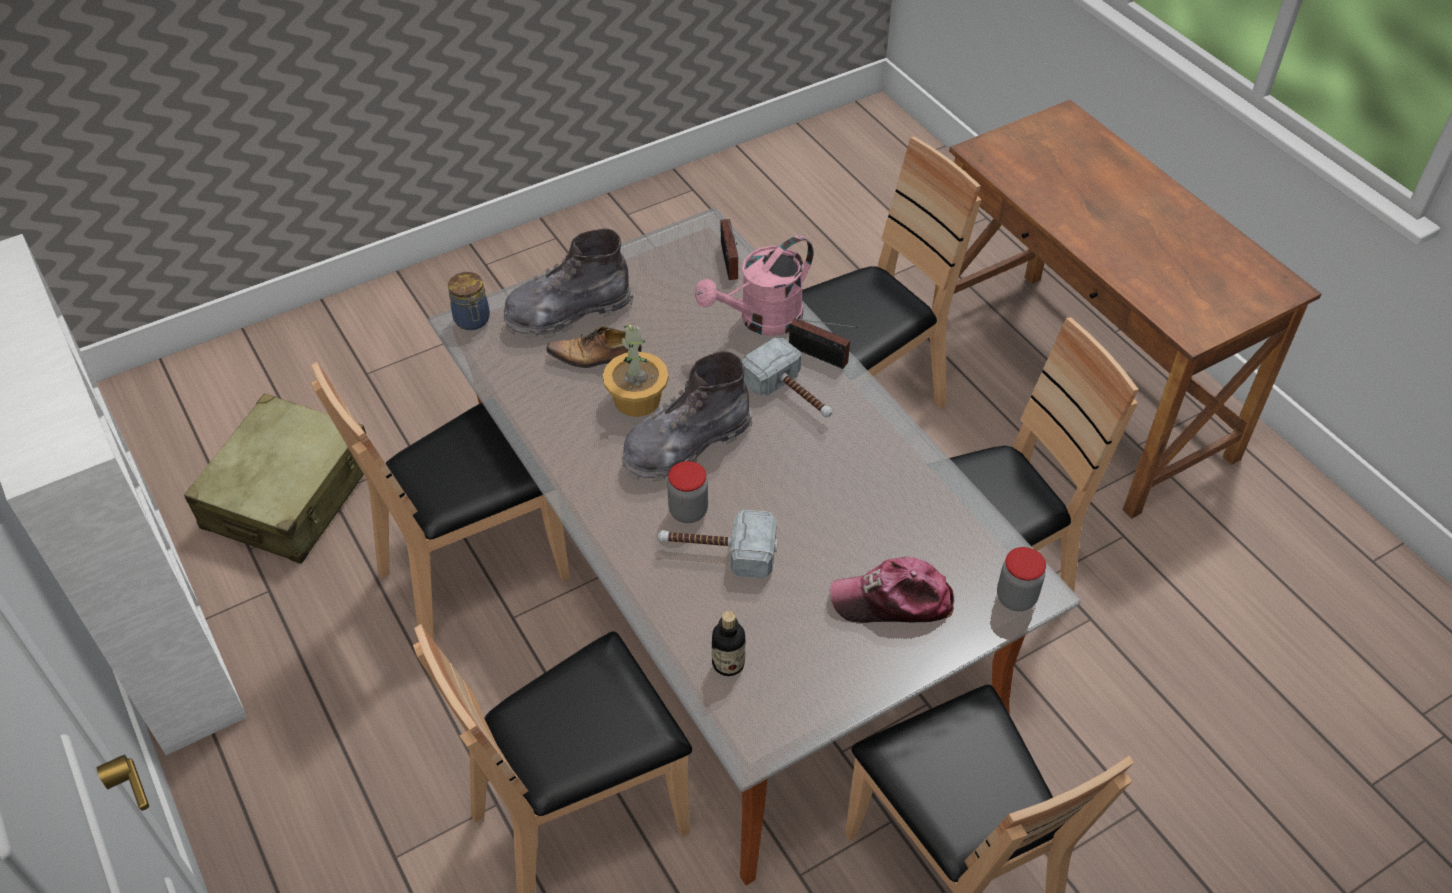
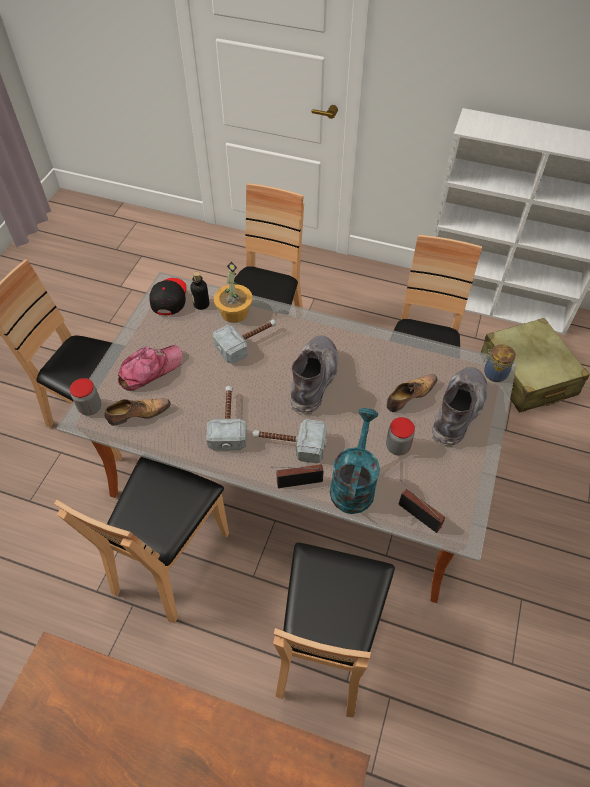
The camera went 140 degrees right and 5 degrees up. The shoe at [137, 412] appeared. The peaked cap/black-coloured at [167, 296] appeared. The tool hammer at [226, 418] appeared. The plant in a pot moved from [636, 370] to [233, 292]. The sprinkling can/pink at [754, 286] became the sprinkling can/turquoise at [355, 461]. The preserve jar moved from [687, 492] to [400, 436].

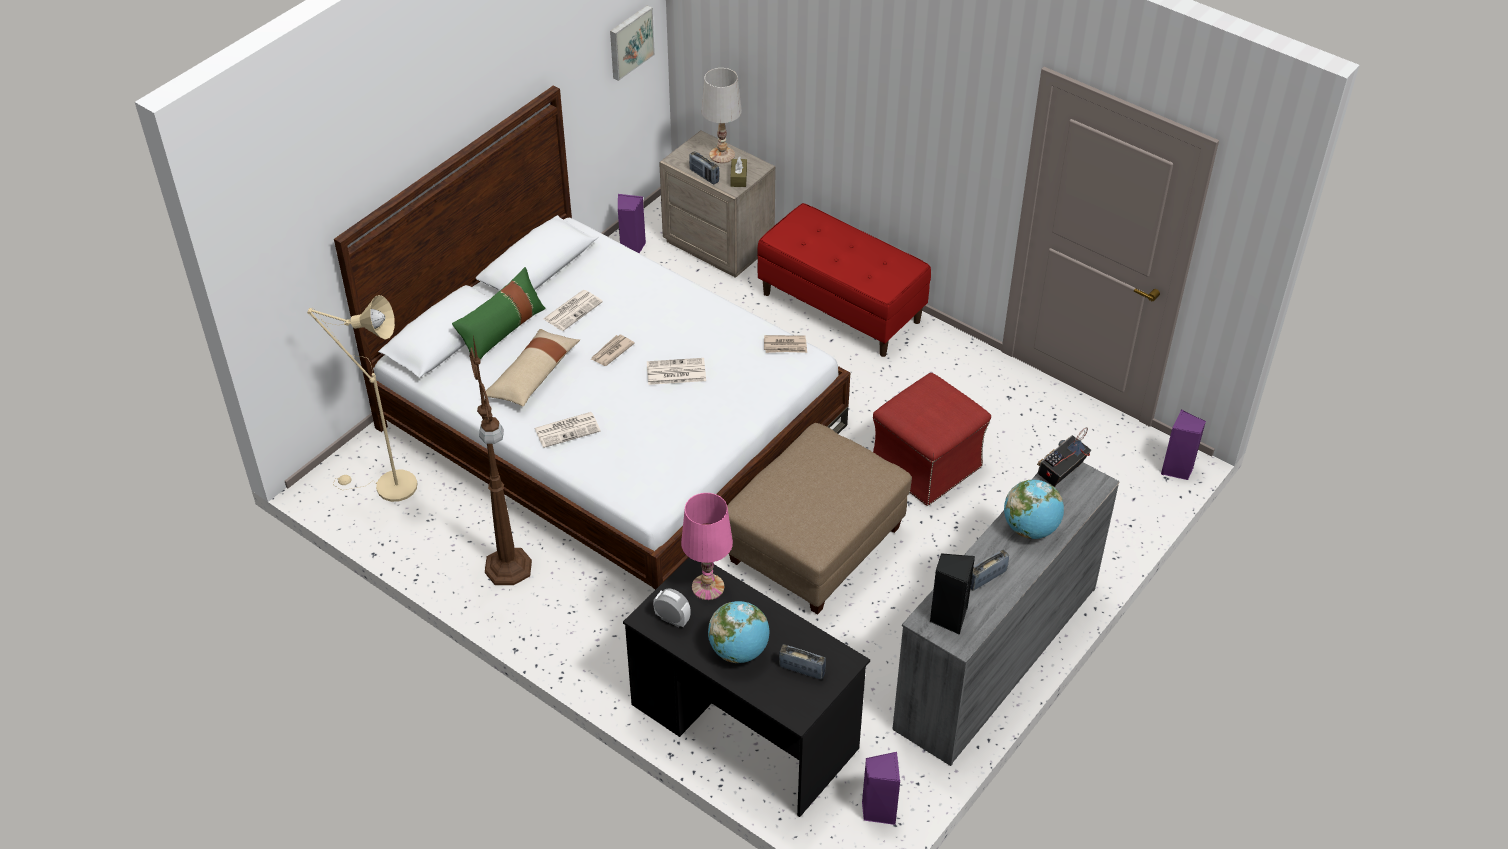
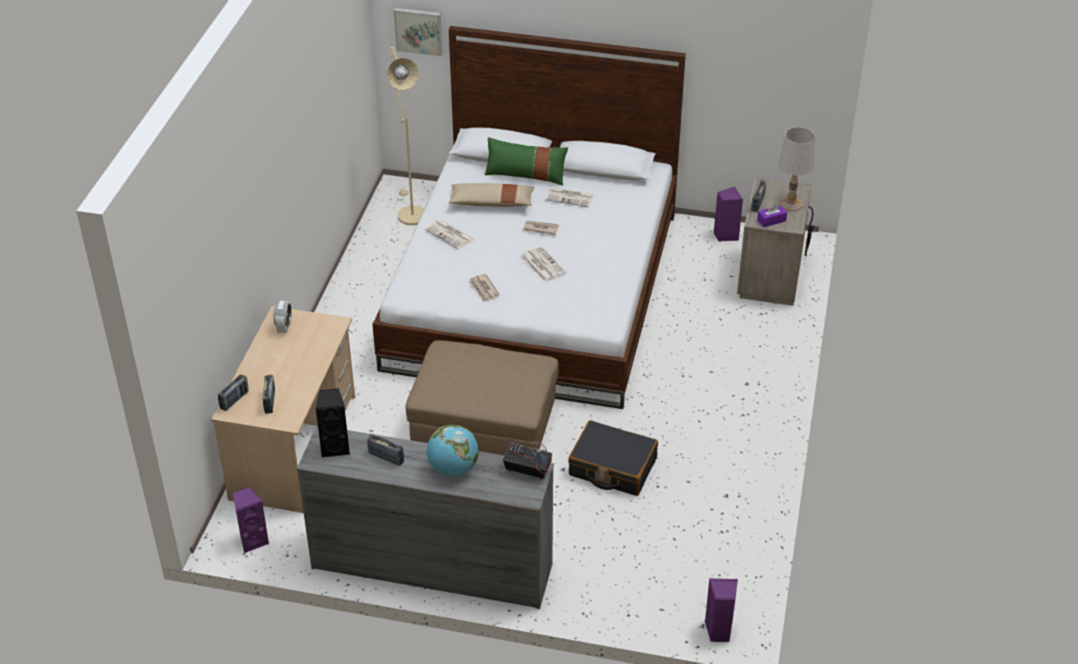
The camera went 65 degrees right and 5 degrees down. The desk unit/black-coloured at [746, 687] became the desk unit/beige-coloured at [283, 409]. The radio receiver at [233, 392] appeared. The wall art moved from [632, 43] to [418, 32]. The printed paper moved from [785, 344] to [484, 288]. The pouffe/reddish at [932, 439] was replaced by the travel case/black-coloured at [613, 458]. The tissue box/brownish at [738, 171] became the tissue box/purplish at [772, 215]. The standard lamp/brownish at [500, 461] disappeared. The lamp for a table/pink at [707, 546] disappeared. The world globe at [738, 632] disappeared. The bench/reddish at [844, 280] disappeared.

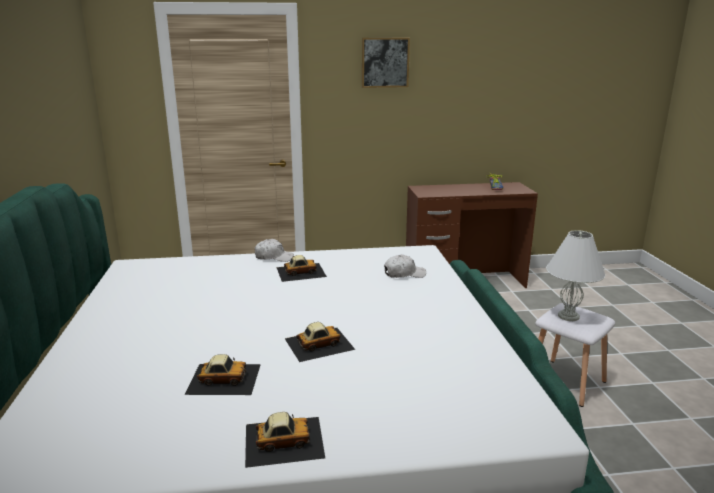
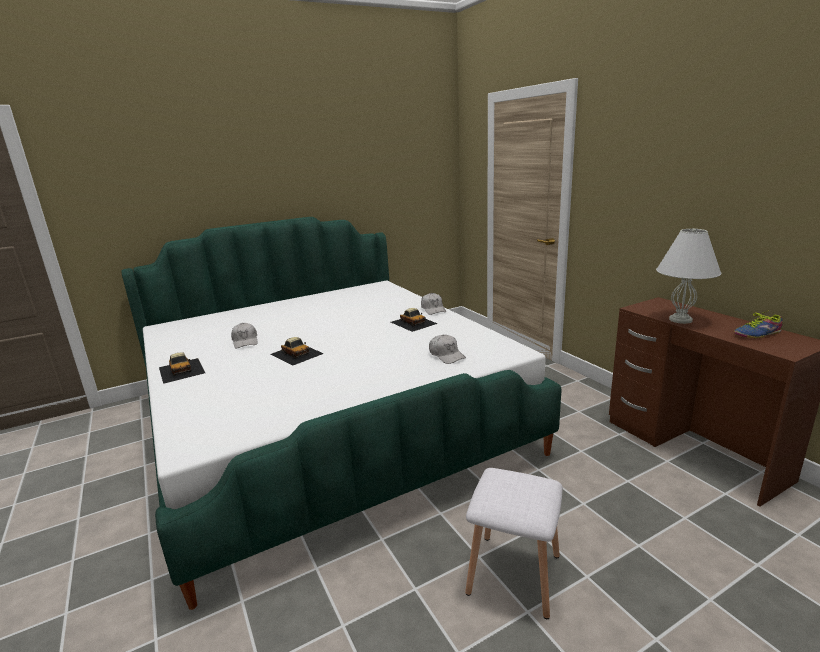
The camera went 70 degrees right and 0 degrees up. The toy car at [222, 374] was replaced by the peaked cap/white at [244, 335]. The lamp for a table/white moved from [575, 275] to [688, 276]. The wall art at [386, 63] disappeared.

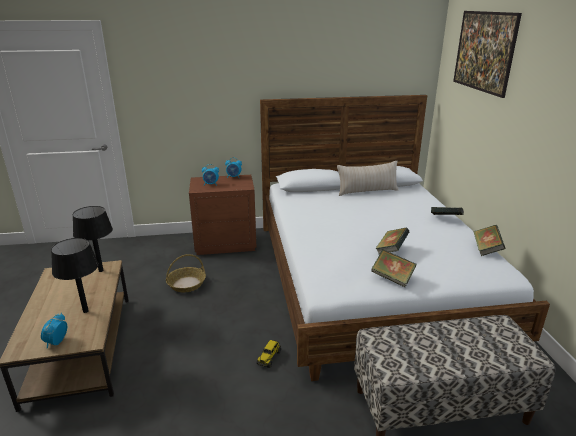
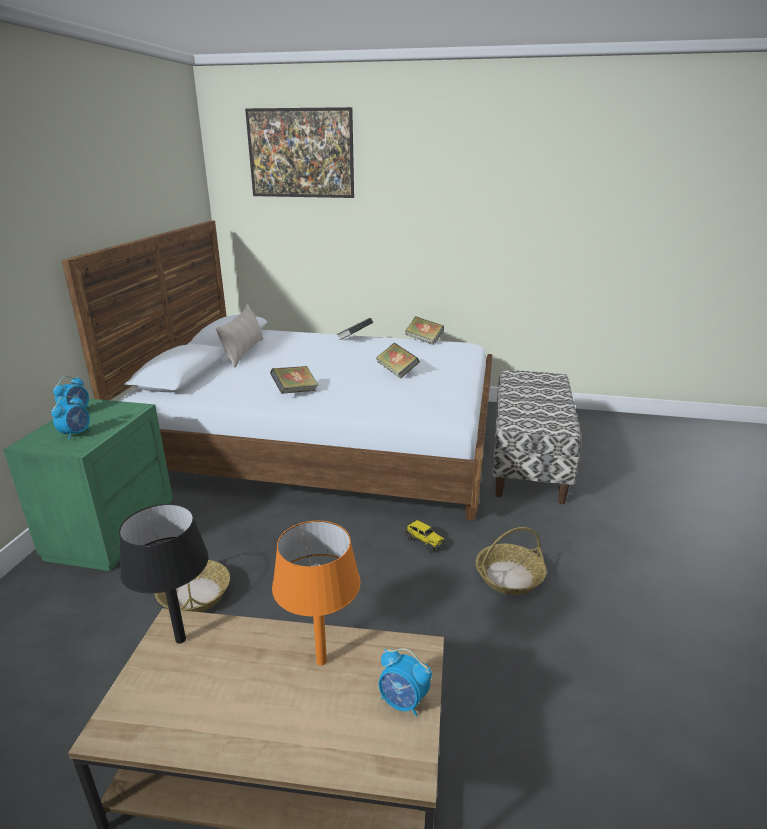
The camera went 70 degrees left and 0 degrees up. The night table/brownish at [223, 215] became the night table/greenish at [88, 485]. The book moved from [393, 268] to [294, 380]. The lamp for a table/black-coloured at [75, 275] became the lamp for a table/orangey at [316, 593]. The household basket at [511, 561] appeared.

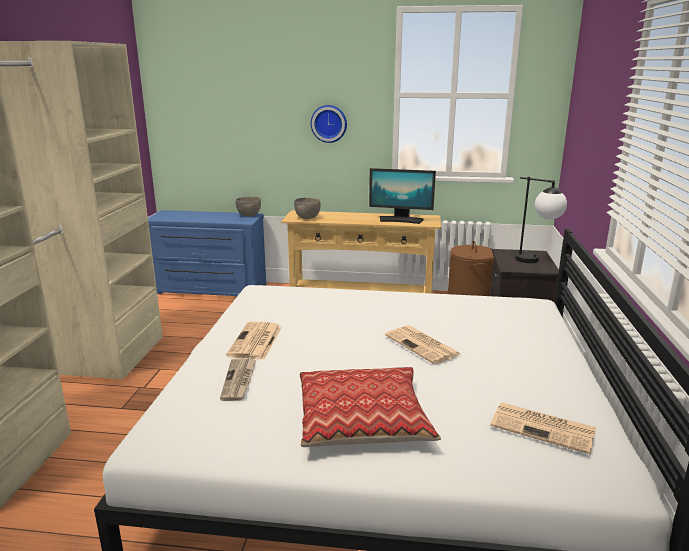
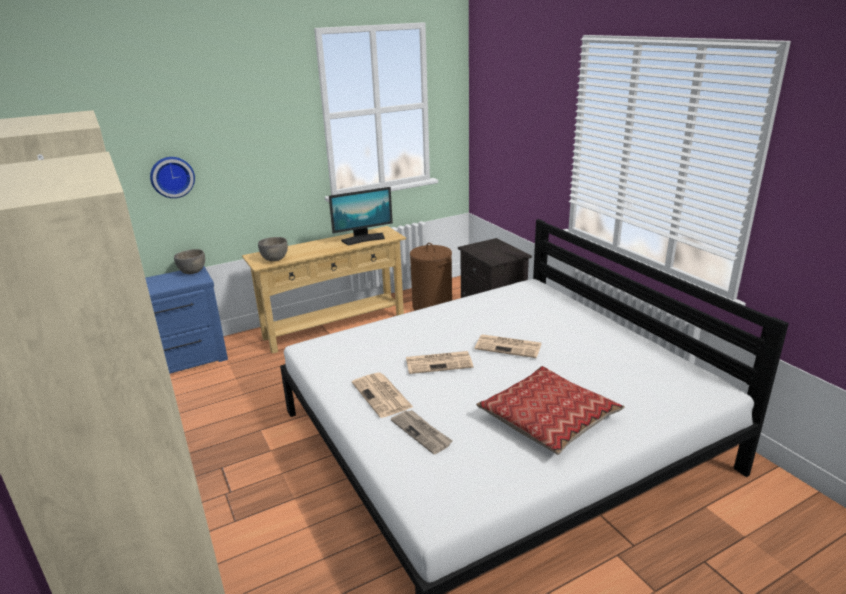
The camera went 35 degrees left and 5 degrees up. The hanging clock moved from [329, 124] to [172, 177]. The printed paper moved from [543, 428] to [439, 362]. The lamp for a table at [541, 220] disappeared.

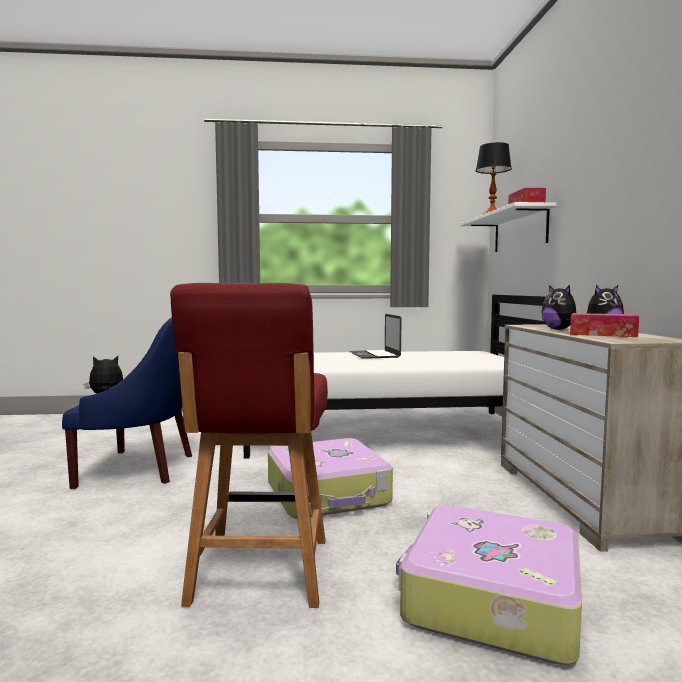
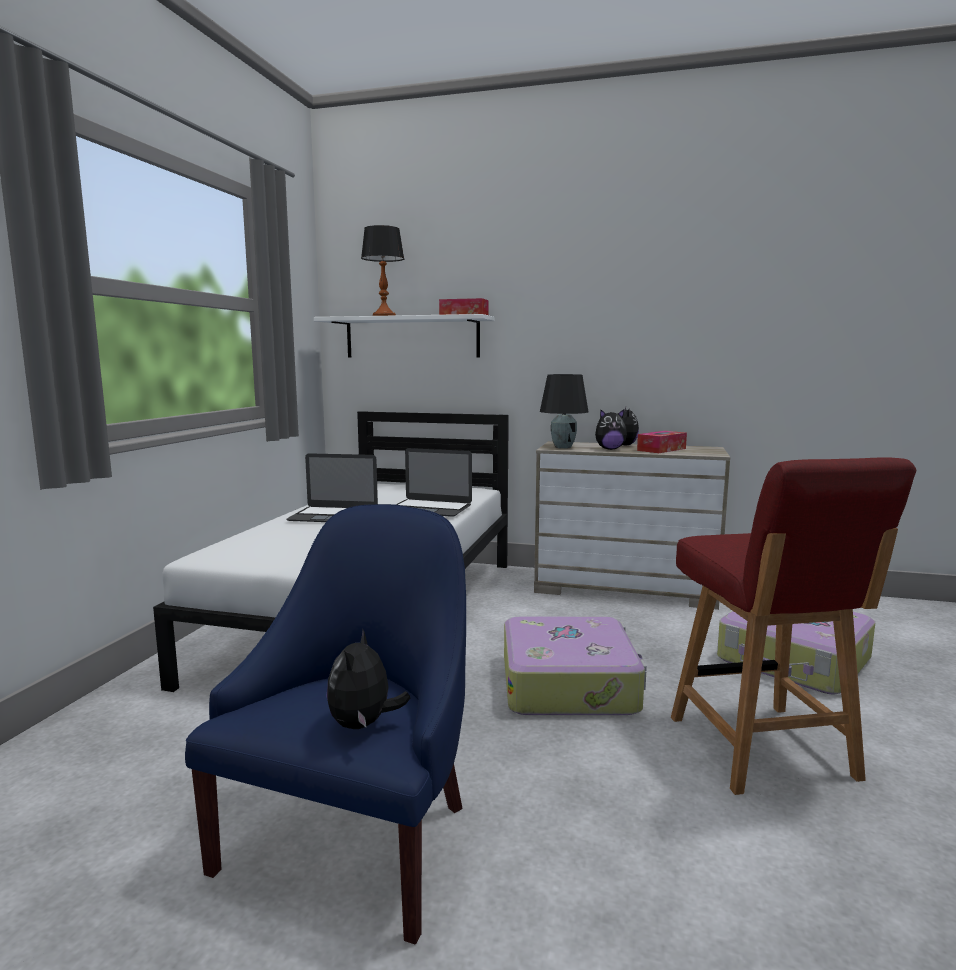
The camera went 70 degrees left and 5 degrees up. The portable computer at [434, 482] appeared. The lamp for a table/black-coloured at [564, 411] appeared. The upright chair/reddish at [249, 445] turned 60 degrees clockwise.

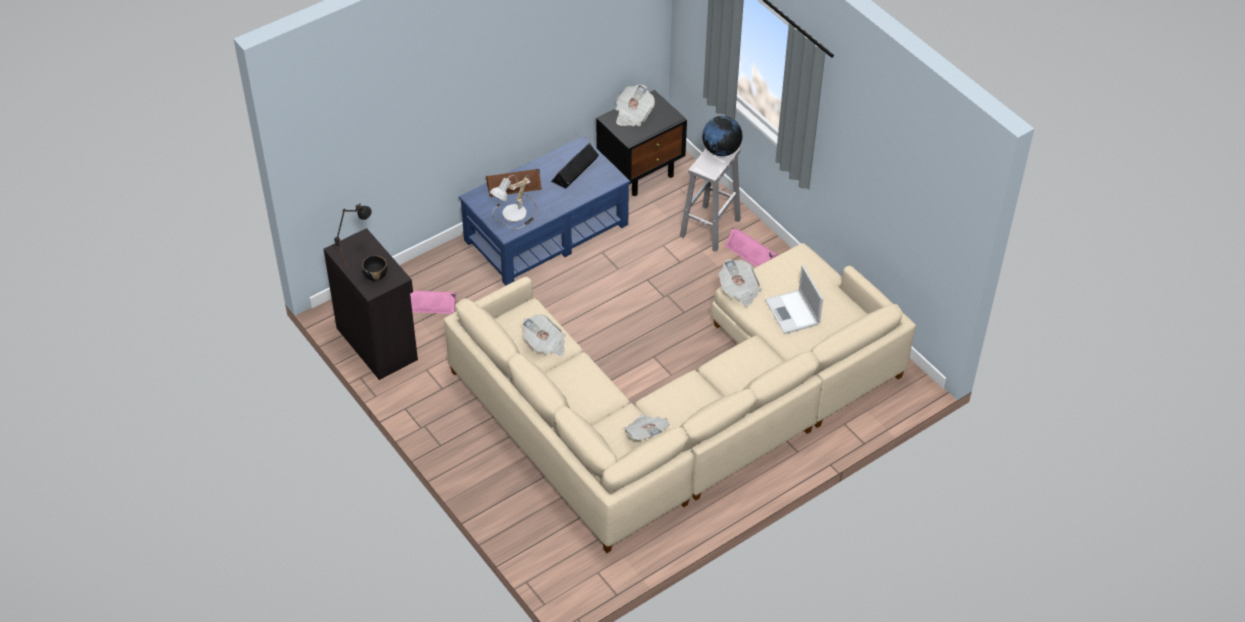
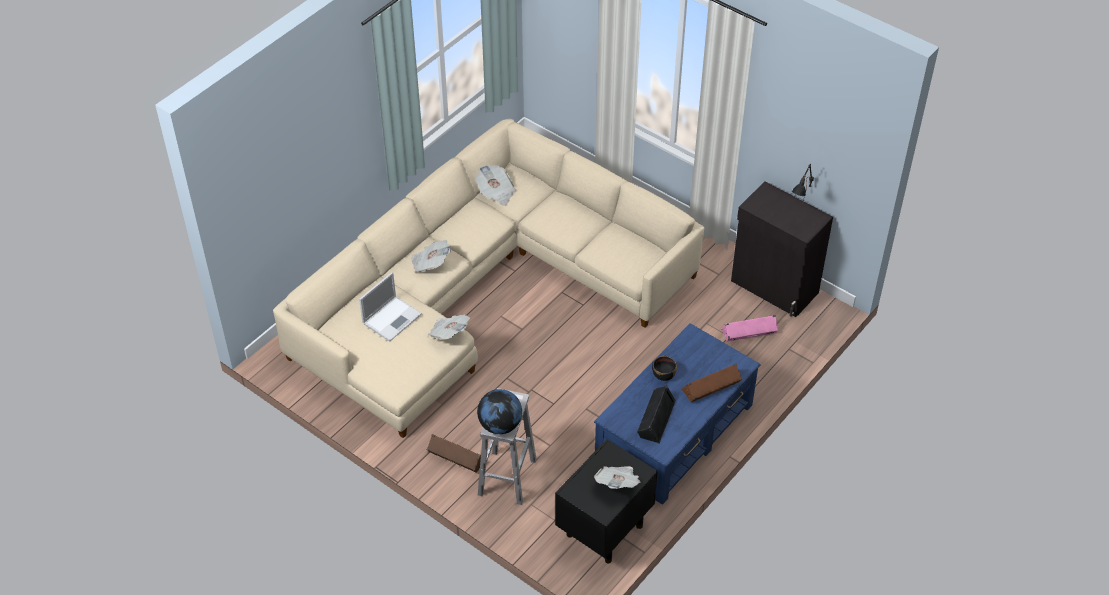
The camera went 165 degrees right and 0 degrees up. The portable computer at [794, 299] turned 75 degrees clockwise. The printed paper moved from [544, 335] to [431, 256]. The loudspeaker/pink at [751, 247] became the loudspeaker/brownish at [454, 453]. The serving bowl/black-coloured moved from [374, 268] to [664, 368]. The lamp for a table at [514, 202] disappeared.

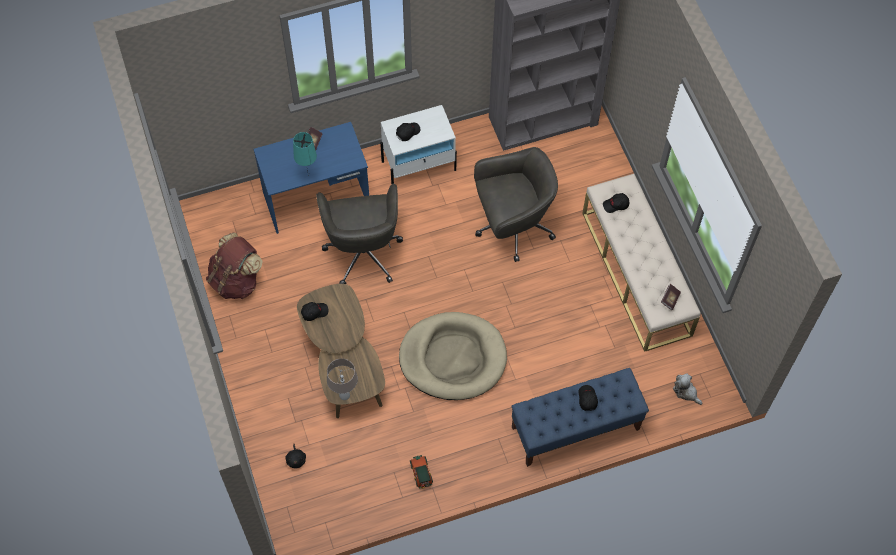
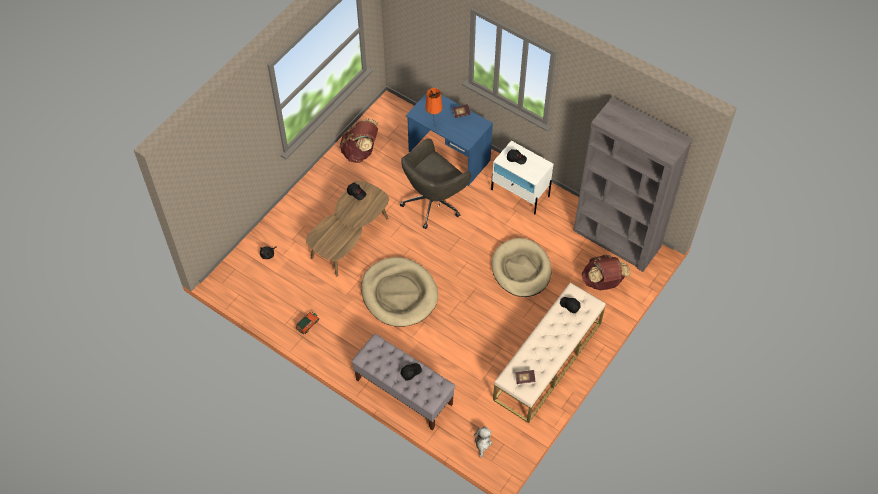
The camera went 55 degrees right and 5 degrees down. The bench/blue-coloured at [580, 417] became the bench/grey at [404, 382]. The lamp for a table/turquoise at [305, 154] became the lamp for a table/orangey at [433, 107]. The computer chair/grey at [516, 204] was replaced by the dog cushion/beige-coloured at [521, 267]. The knapsack/brownish at [606, 272] appeared. The lamp for a table/beige-coloured at [342, 379] disappeared.

